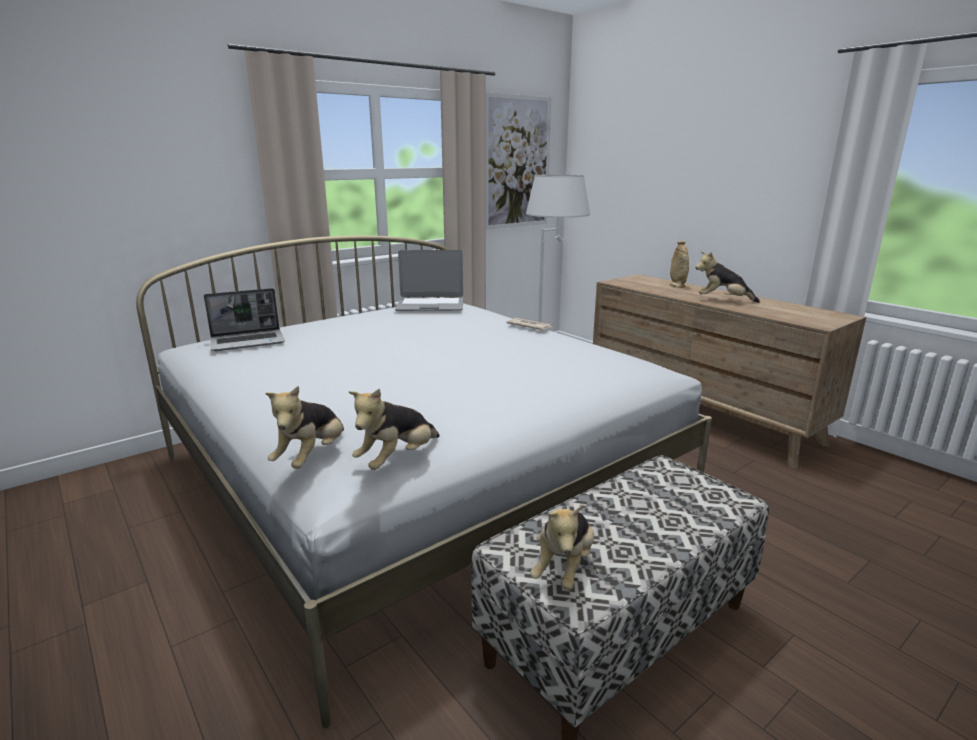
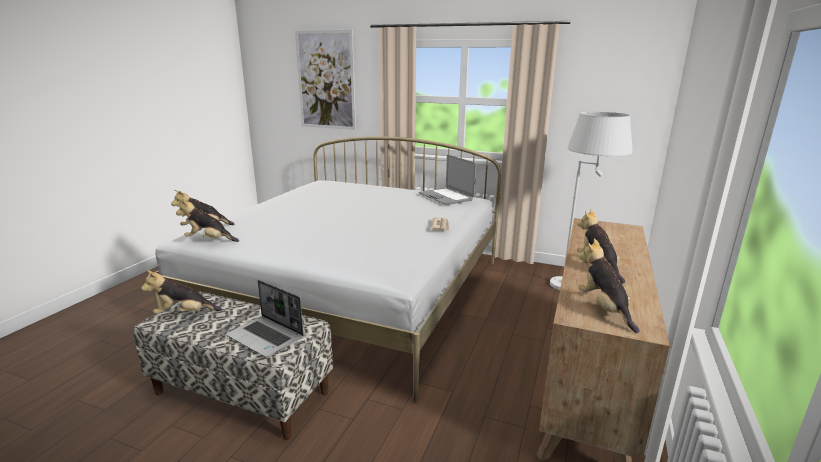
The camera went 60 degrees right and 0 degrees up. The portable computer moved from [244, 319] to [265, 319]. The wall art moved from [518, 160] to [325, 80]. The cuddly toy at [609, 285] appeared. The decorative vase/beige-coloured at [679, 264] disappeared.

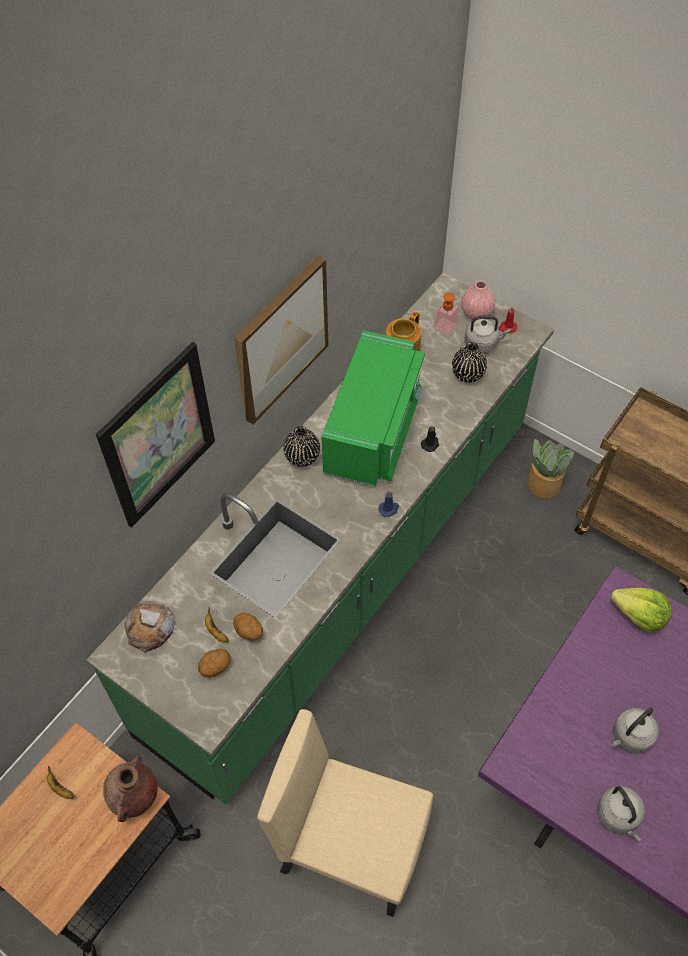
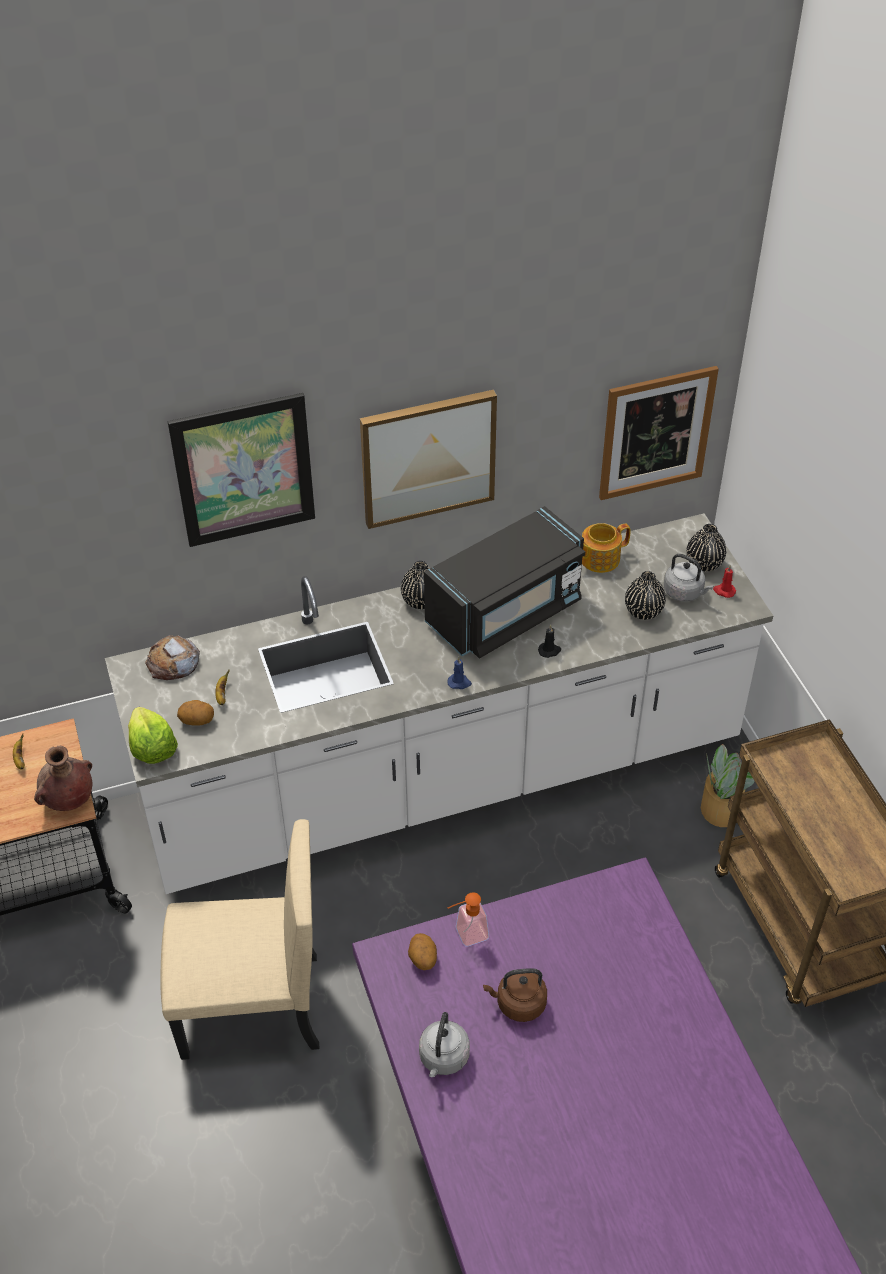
The camera went 35 degrees right and 10 degrees down. The counter/greenish at [320, 539] became the counter/white at [439, 703]. The lettuce head moved from [641, 610] to [153, 735]. The upright chair/beige-coloured at [345, 813] turned 120 degrees clockwise. The whole potato moved from [248, 627] to [422, 951]. The microwave/greenish at [373, 408] became the microwave/black-coloured at [504, 582]. The soap bottle moved from [445, 314] to [468, 919]. The kettle/grey at [635, 731] became the kettle/brownish at [515, 995]. The wall art at [659, 433] appeared. The decorative vase/pink at [478, 300] became the decorative vase/black-coloured at [706, 547].

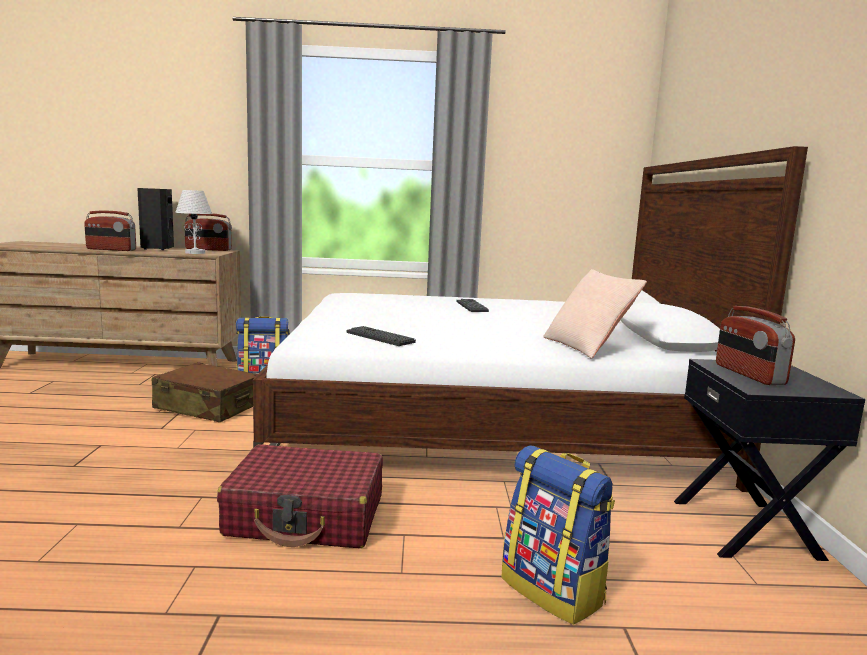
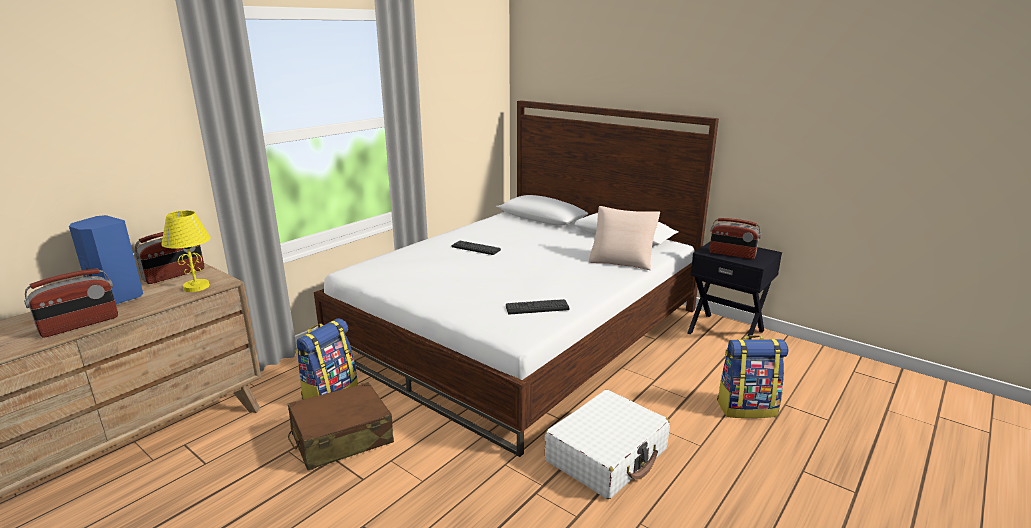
The camera went 50 degrees left and 10 degrees up. The loudspeaker/black-coloured at [155, 219] became the loudspeaker/blue-coloured at [106, 259]. The lamp for a table/white at [193, 222] became the lamp for a table/yellowish at [186, 251]. The travel case/reddish at [300, 496] became the travel case/white at [607, 444].

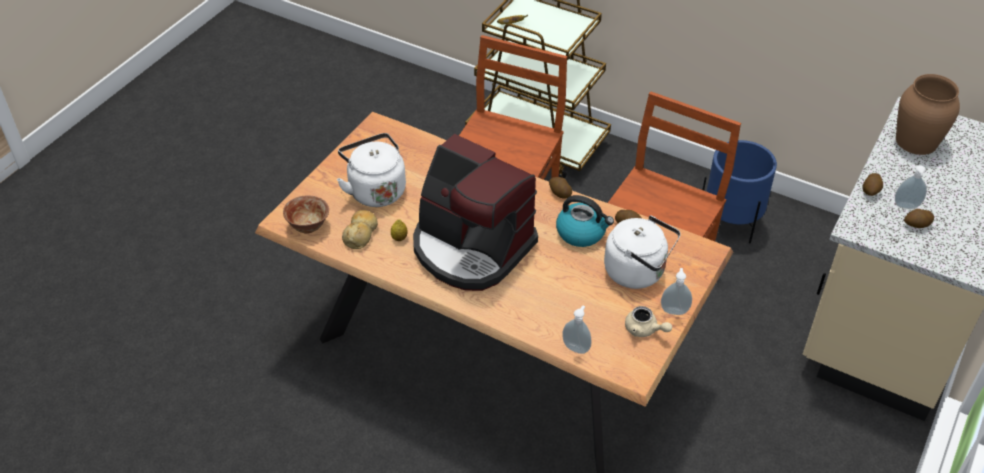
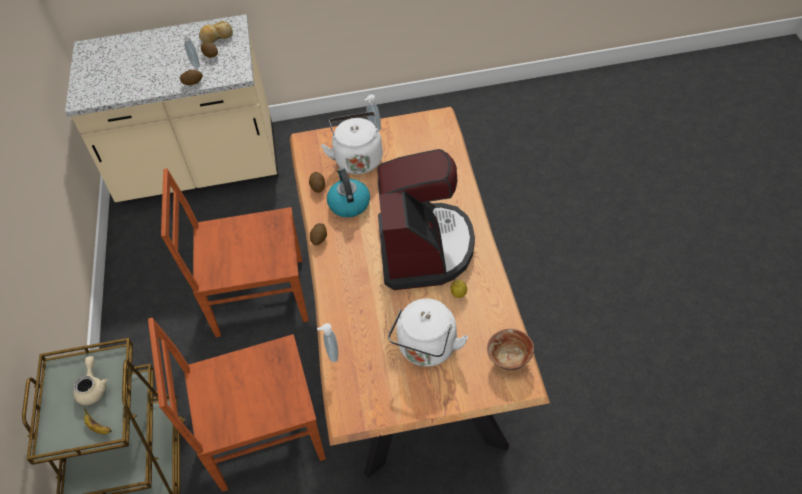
The camera went 125 degrees left and 5 degrees up. The pot for tea/beige-coloured moved from [648, 321] to [90, 380]. The baked bread moved from [360, 229] to [216, 32]. The soap bottle moved from [577, 330] to [327, 342]. The flower pot/blue-coloured at [739, 191] disappeared. The decorative vase/brownish at [928, 114] disappeared.

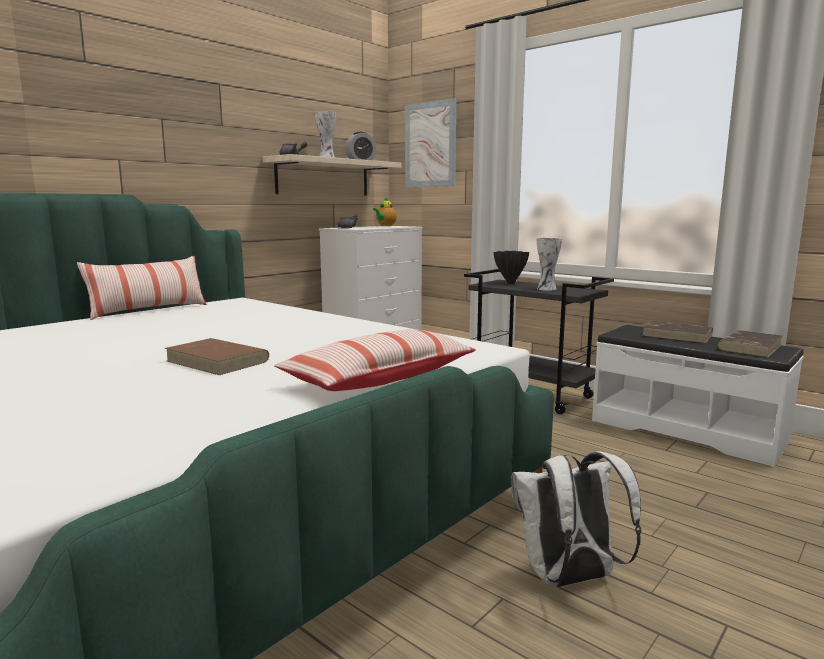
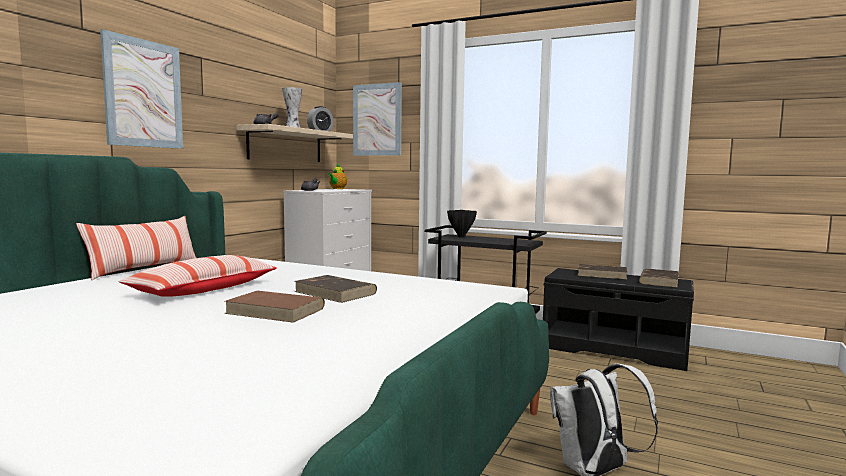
The camera went 15 degrees left and 5 degrees down. The wall art at [141, 89] appeared. The throw pillow moved from [375, 360] to [198, 276]. The book/brownish at [335, 289] appeared. The bench/white at [698, 396] became the bench/black-coloured at [618, 319]. The decorative vase at [549, 264] disappeared.

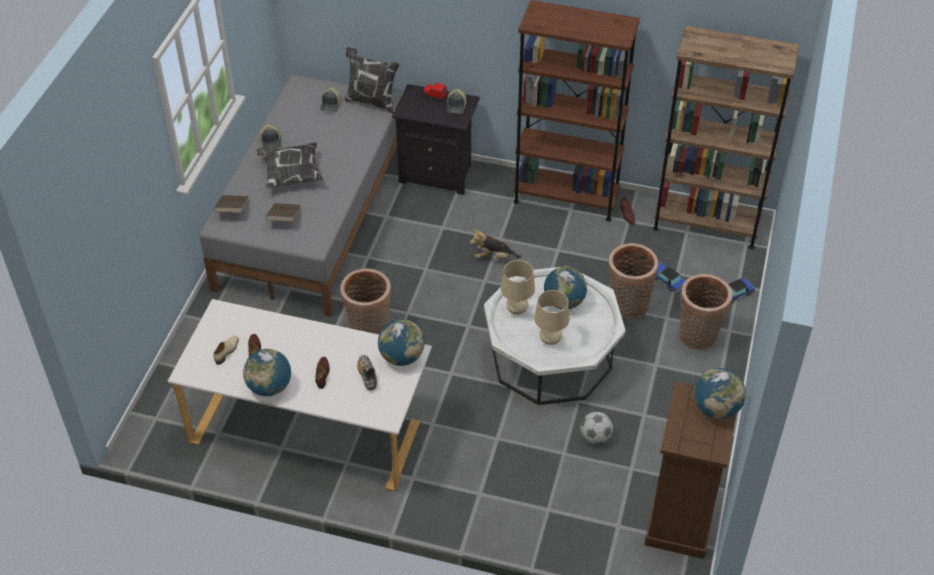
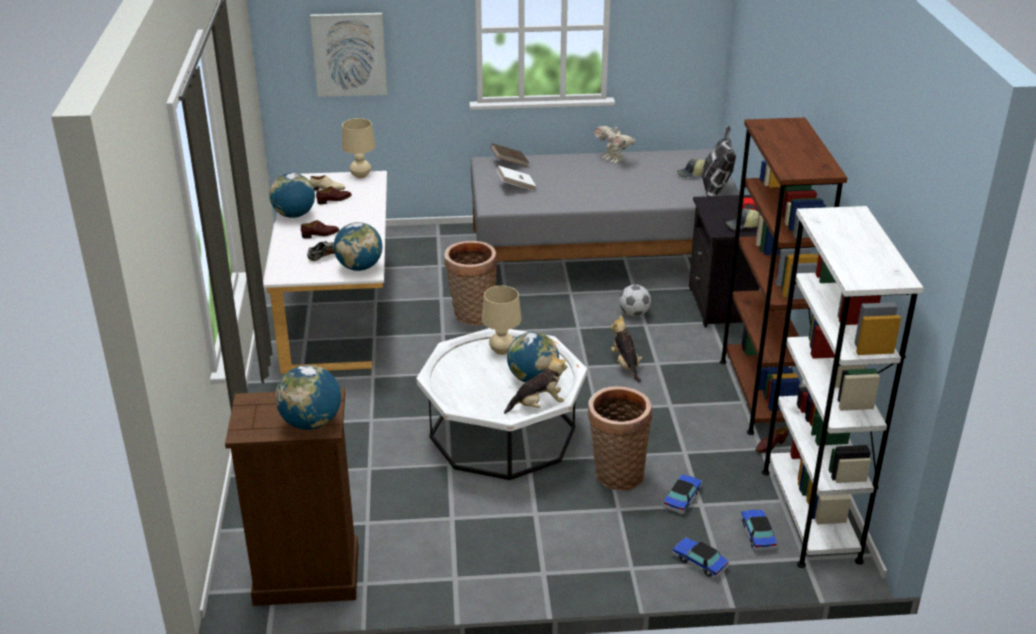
The camera went 70 degrees right and 15 degrees down. The wall art at [348, 55] appeared. The lamp for a table/beige-coloured moved from [551, 317] to [359, 148]. The book/brownish at [283, 212] became the book/white at [516, 178]. The cuddly toy at [535, 383] appeared. The peaked cap at [270, 137] was replaced by the toy robot at [615, 143]. The ball for football moved from [596, 428] to [635, 300]. The toy car at [758, 530] appeared. The bookcase/brownish at [726, 137] became the bookcase/white at [843, 387]. The throw pillow at [290, 165] disappeared. The household basket at [705, 312] disappeared.

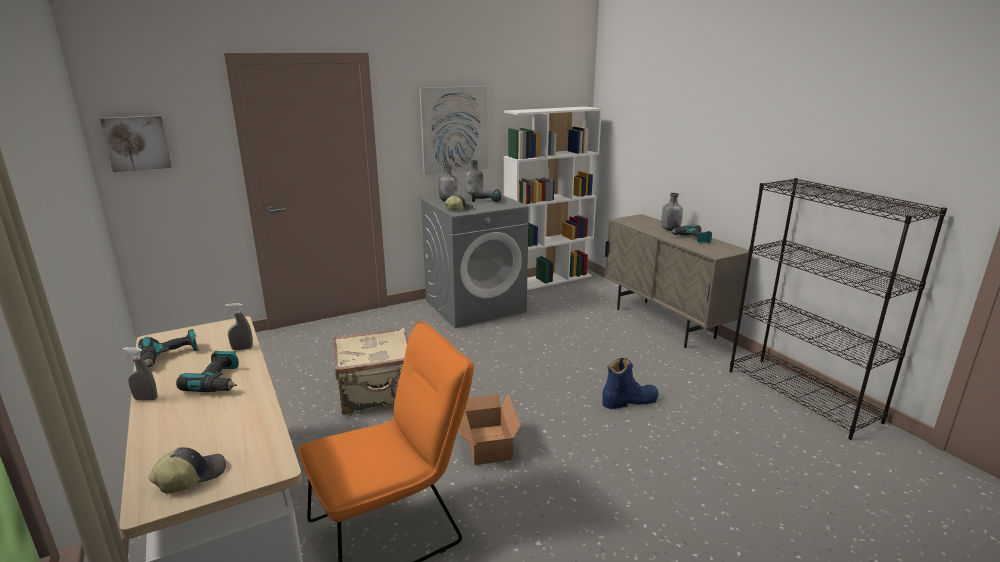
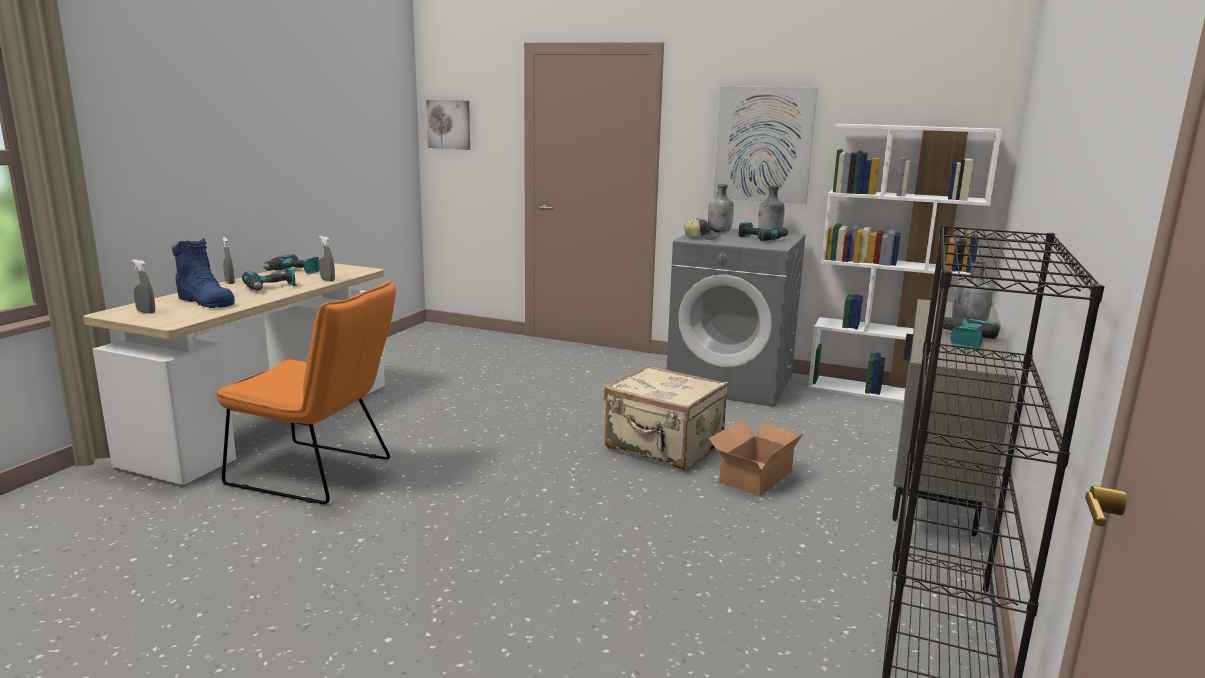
The camera went 50 degrees right and 5 degrees down. The peaked cap at [187, 470] was replaced by the sprayer/grey at [143, 287]. The tall boot/blue-coloured moved from [630, 383] to [203, 273]. The travel case/beige-coloured moved from [370, 371] to [666, 418]. The carton moved from [490, 429] to [756, 457].

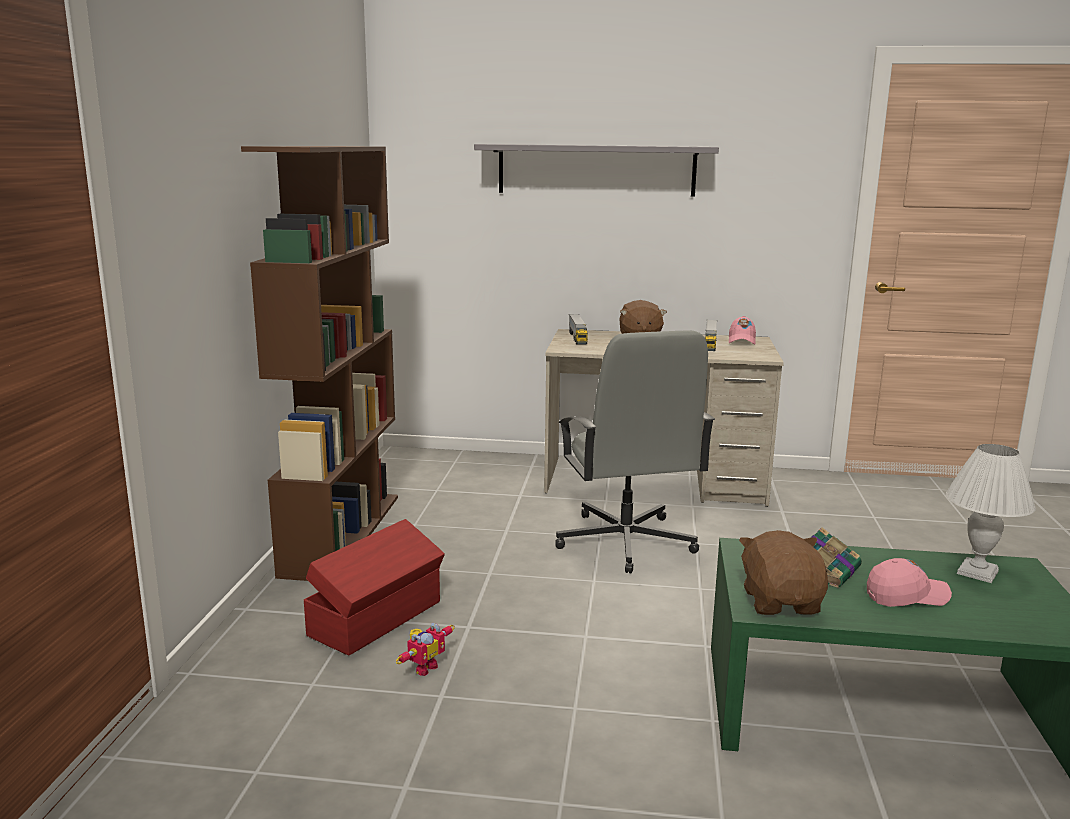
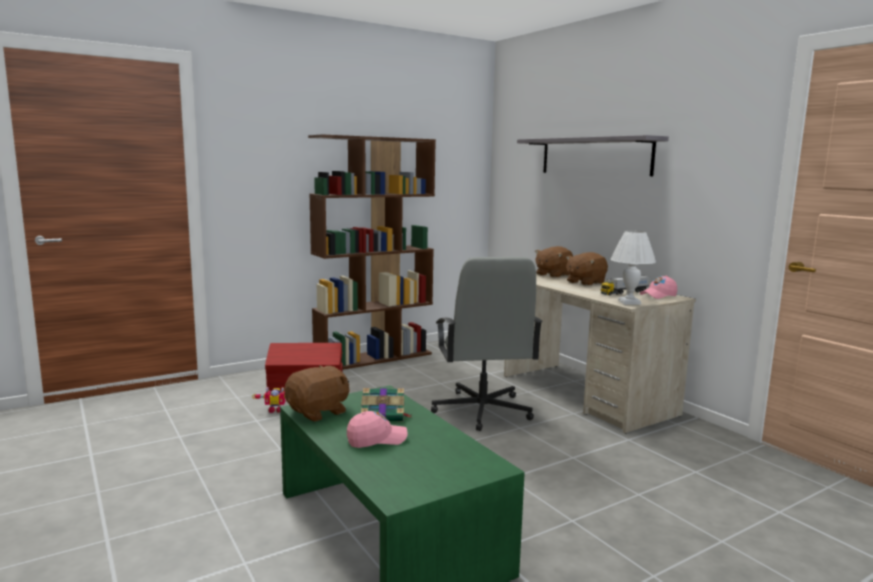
The camera went 50 degrees right and 5 degrees down. The peaked cap/pink at [909, 582] turned 60 degrees counterclockwise. The computer chair/grey at [635, 452] turned 45 degrees counterclockwise. The model truck at [578, 329] was replaced by the cuddly toy/brownish at [554, 262]. The lamp for a table/white moved from [991, 513] to [633, 267].

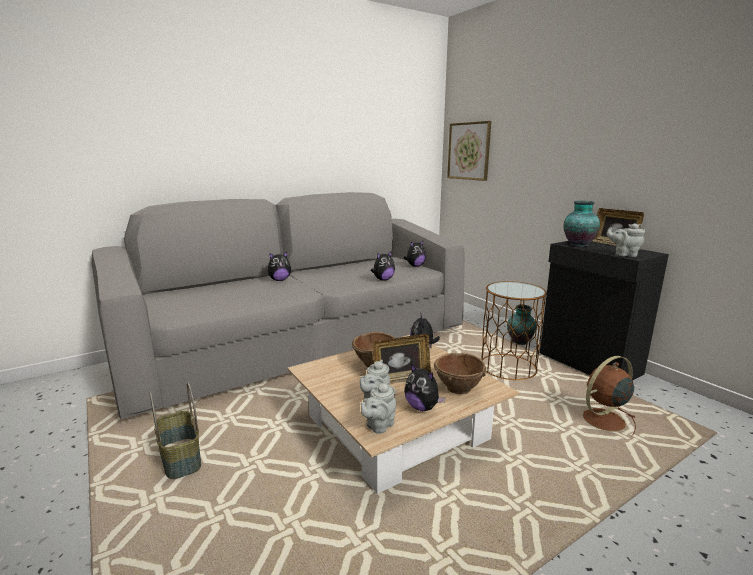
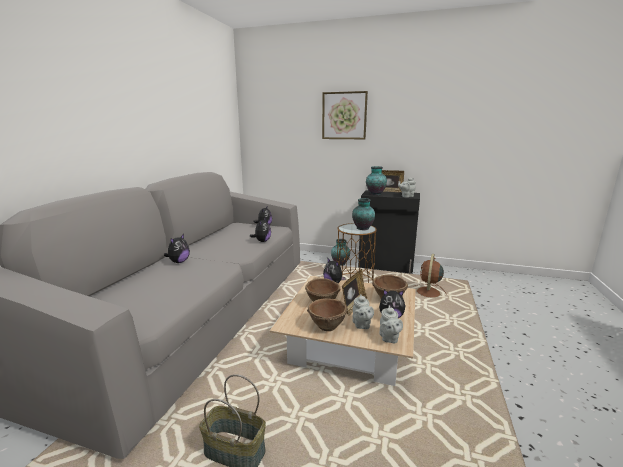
The camera went 40 degrees left and 0 degrees up. The serving bowl/brownish at [327, 314] appeared. The wall art moved from [469, 151] to [345, 115]. The decorative vase at [363, 214] appeared.

